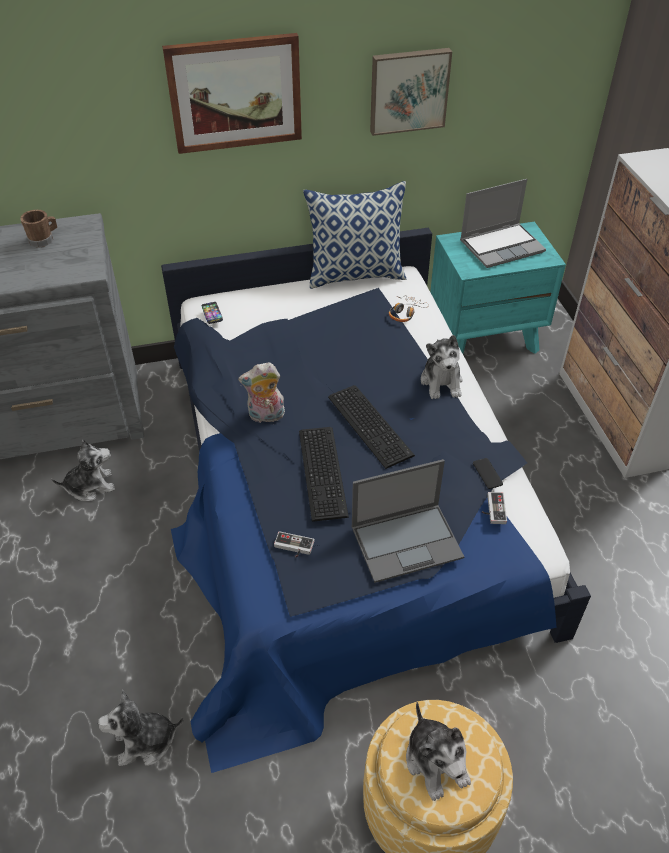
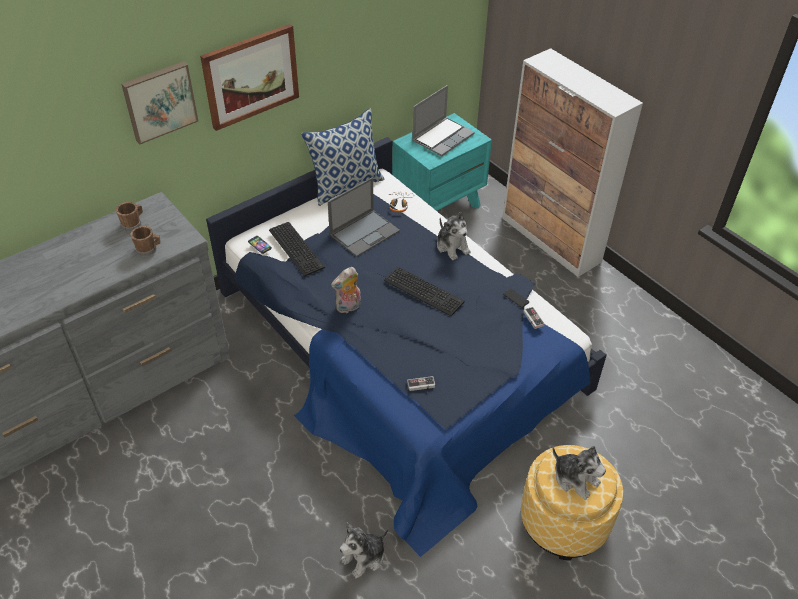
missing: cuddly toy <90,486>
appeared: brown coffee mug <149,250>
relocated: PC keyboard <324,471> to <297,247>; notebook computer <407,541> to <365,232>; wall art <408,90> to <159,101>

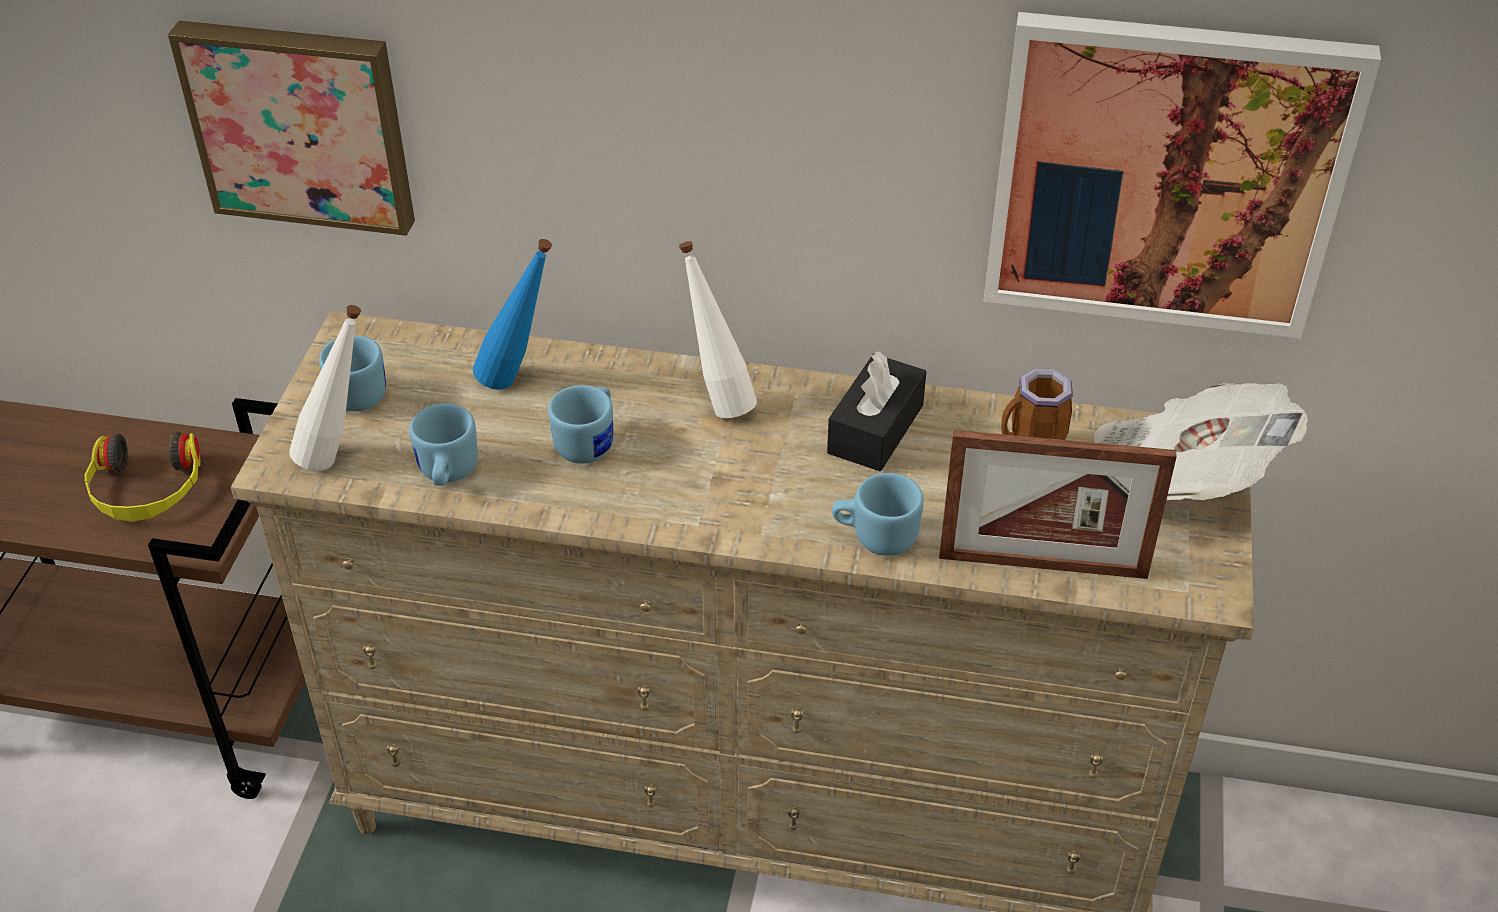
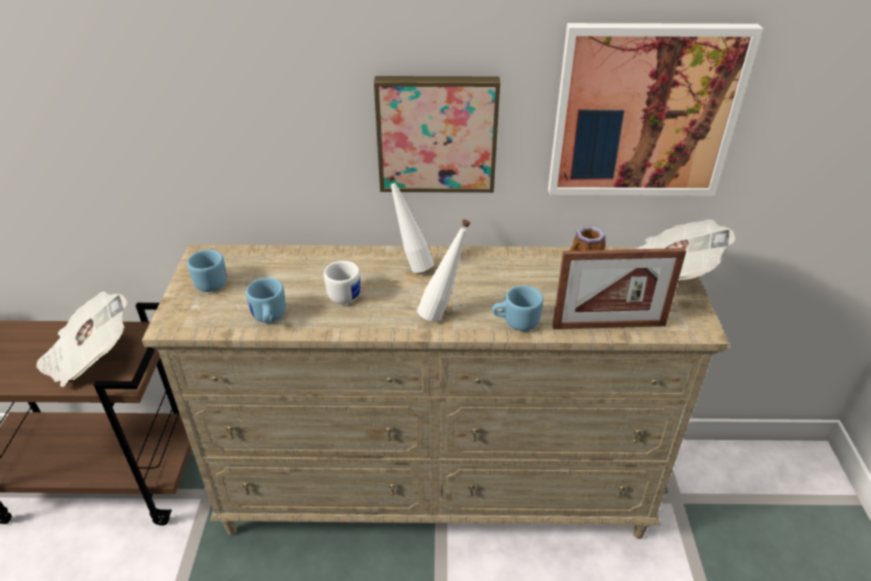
missing: blue-coloured drink bottle <519,380>; blackish box of tissues <875,429>
relocated: wall art <301,123> to <437,133>; whitish drink bottle <340,456> to <443,313>
exchanged: headphones <146,489> to daily paper <89,357>
colour: blue-coloured coffee mug <590,442> to whitish coffee mug <346,293>

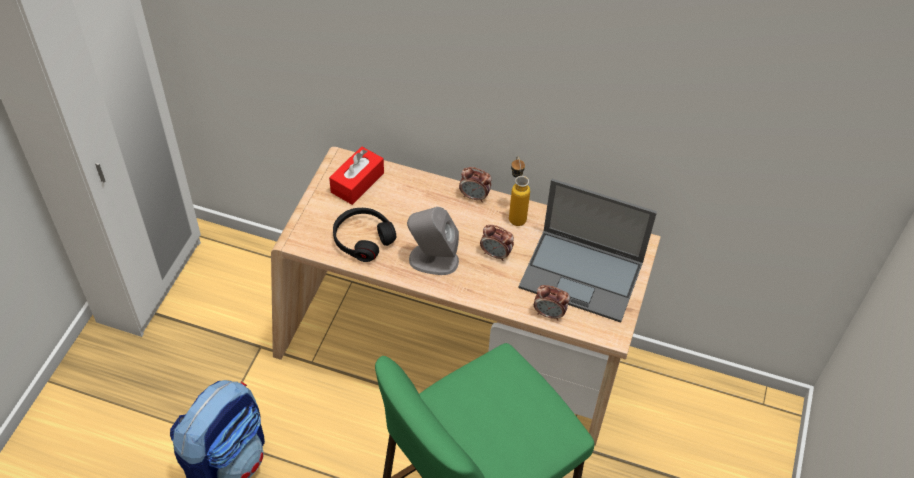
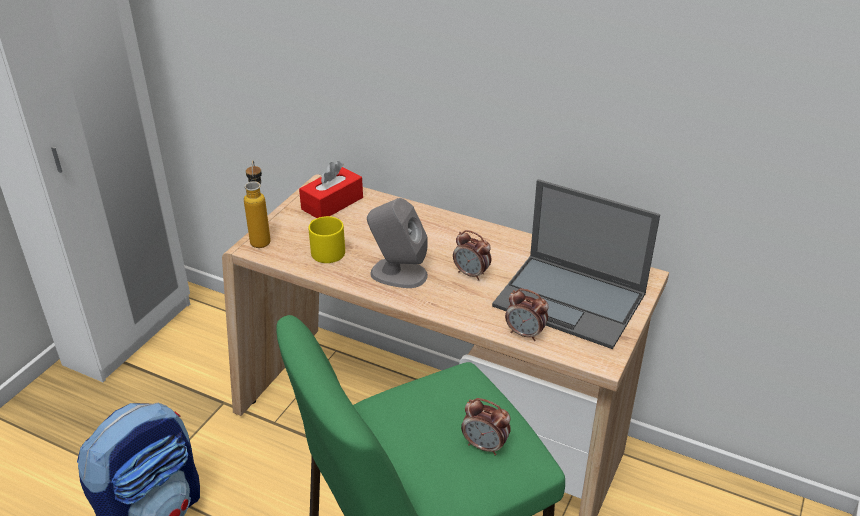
relocated: table clock <474,196> to <485,446>; drink bottle <515,214> to <261,238>
exchanged: blackish headphones <363,239> to yellowish coffee mug <324,250>

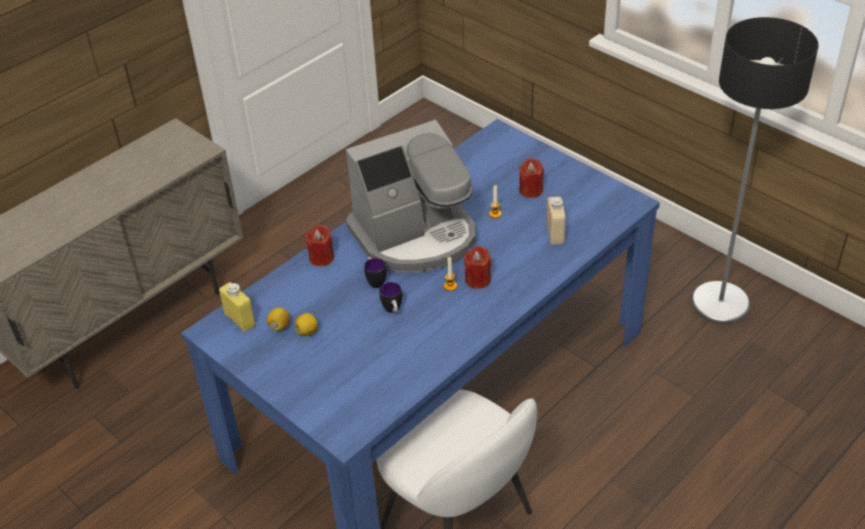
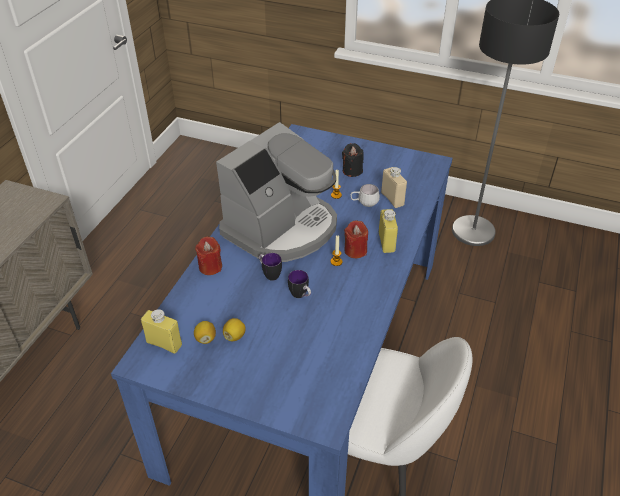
appeared: whitish coffee mug <364,203>; yellowish drink bottle <386,242>
colour: red-coloured wax light <530,190> to blackish wax light <352,171>

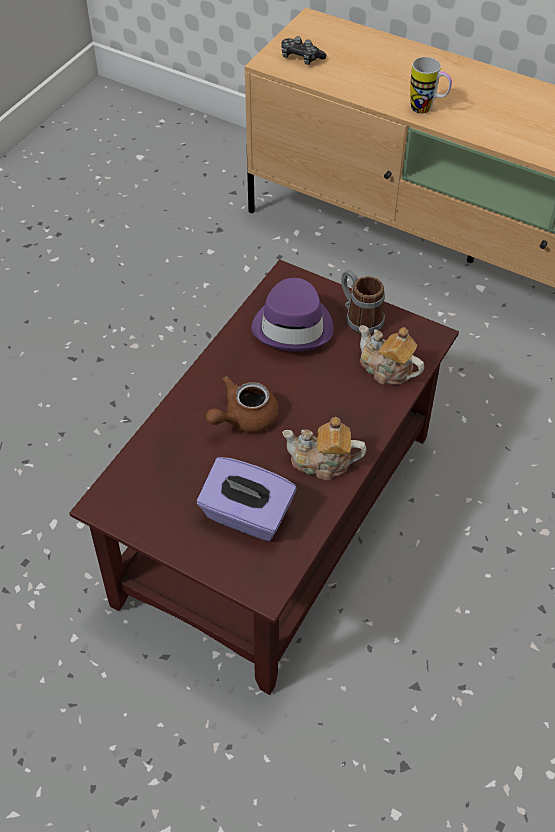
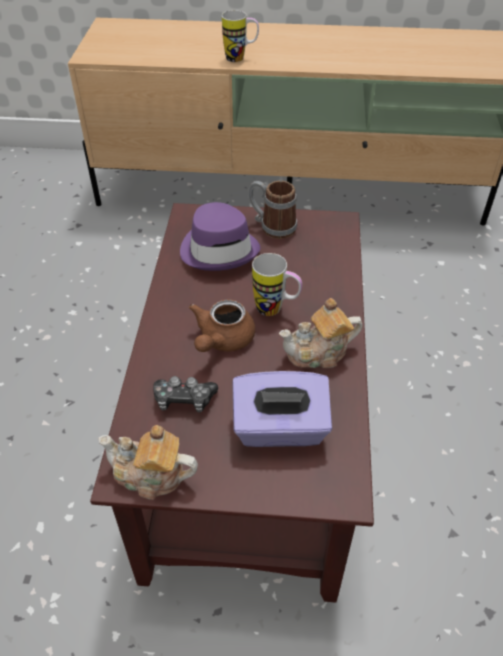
appeared: coffee mug <276,310>
relocated: joypad <301,58> to <184,400>; tea pot <386,369> to <150,475>

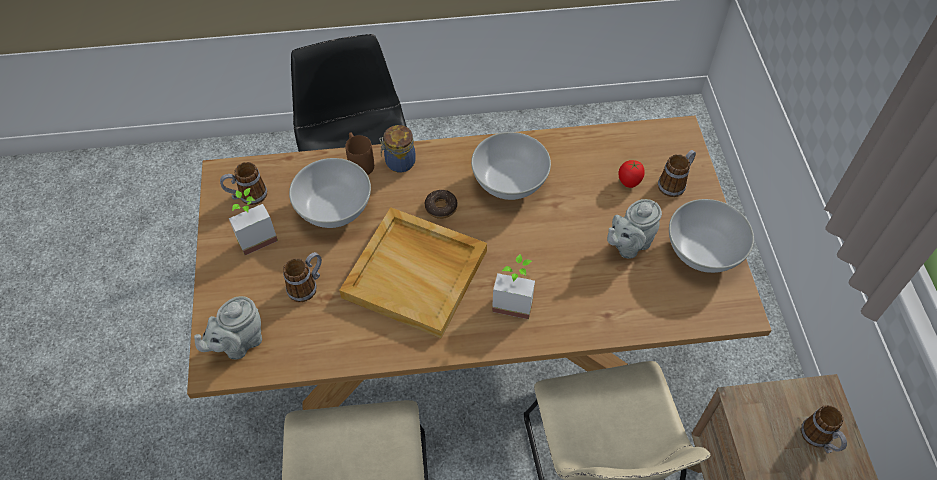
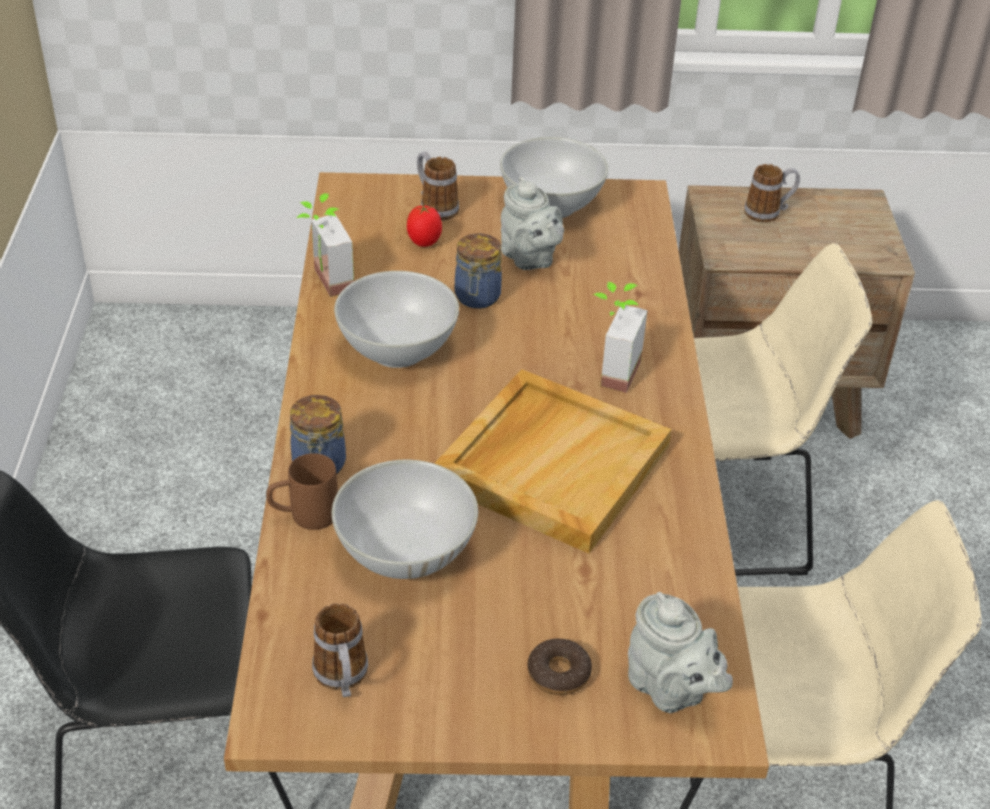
missing: coffee mug <307,286>
appeared: preserve jar <477,298>
relocated: plant in a pot <255,236> to <323,282>; ring doughnut <441,207> to <558,673>

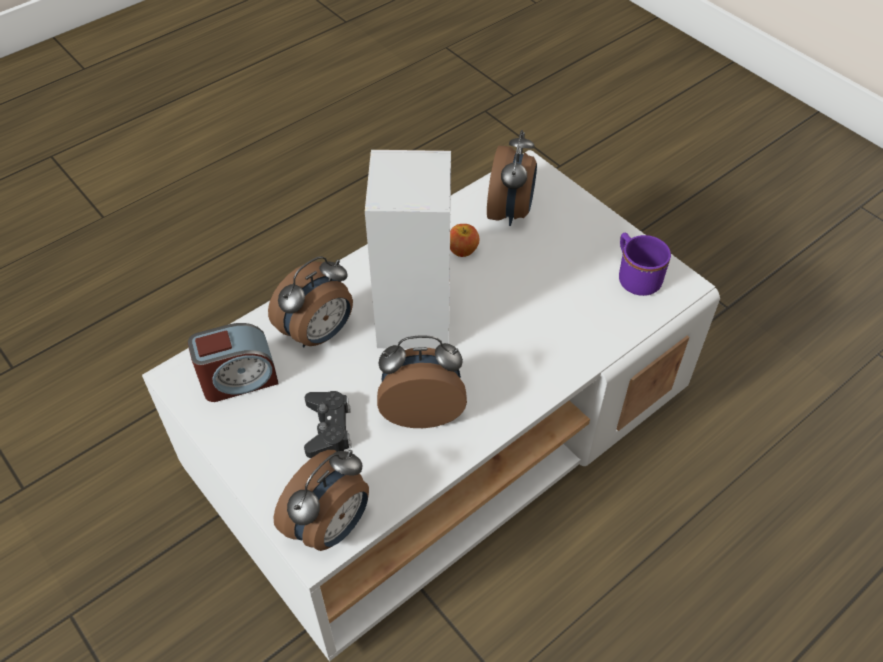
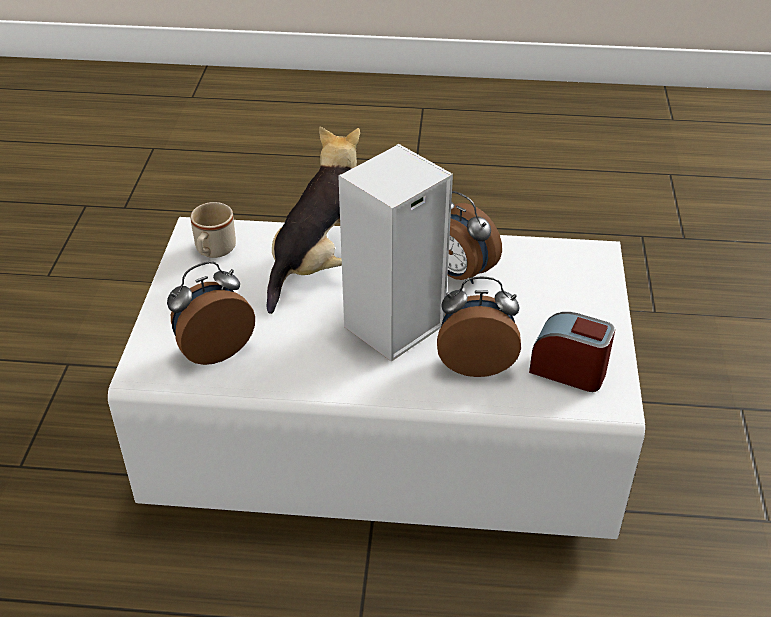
missing: table clock <331,526>; blackish joypad <328,428>; apple fruit <463,250>
appeared: cuddly toy <319,262>
colour: purple-coloured coffee mug <635,277> to beige coffee mug <213,251>

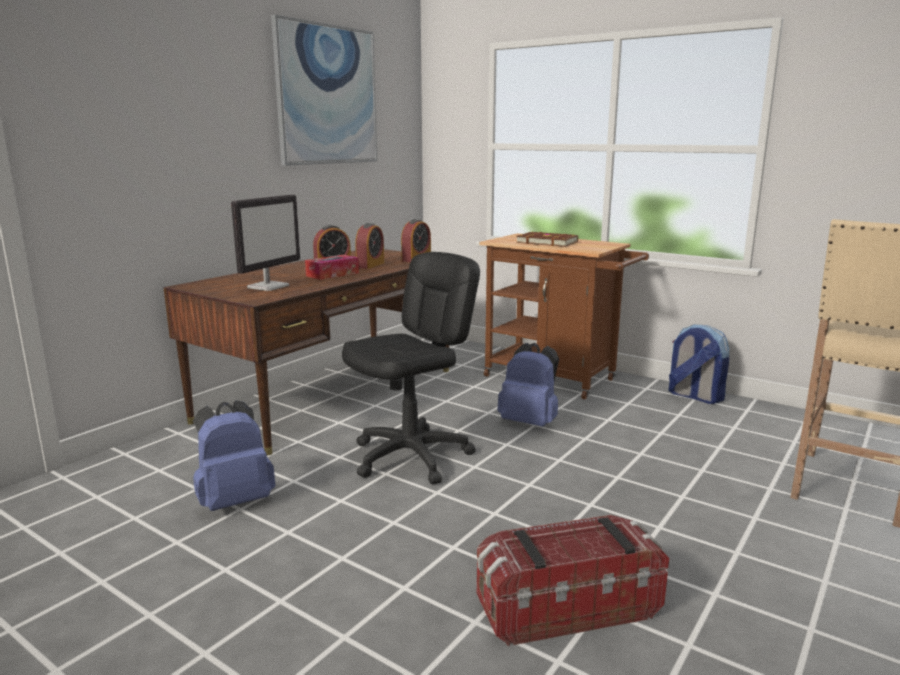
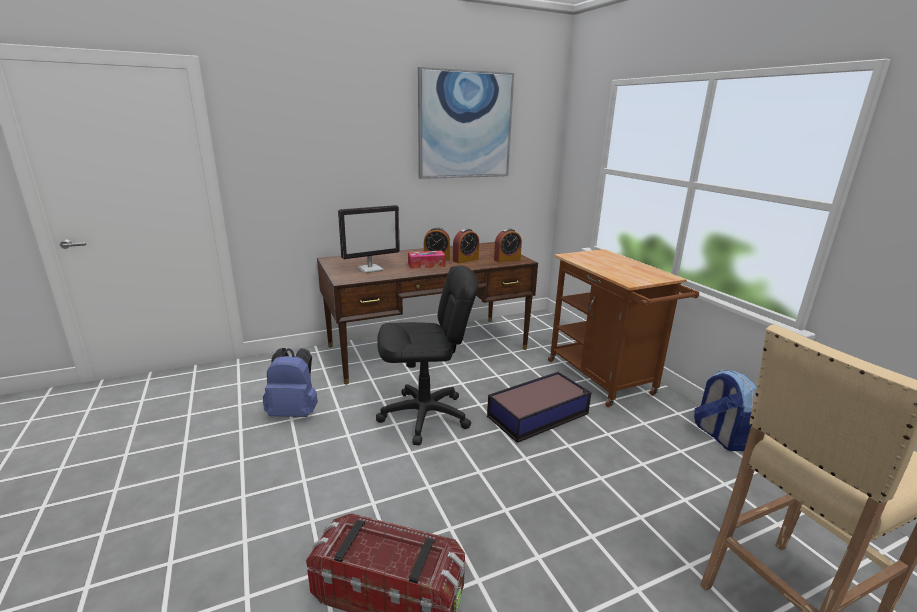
missing: brown volume <547,242>
exchanged: blue-coloured knapsack <530,422> to storage bin <539,415>

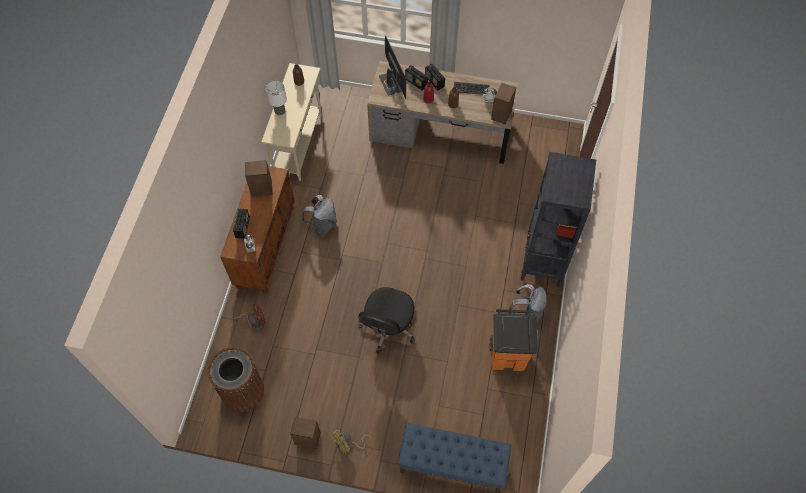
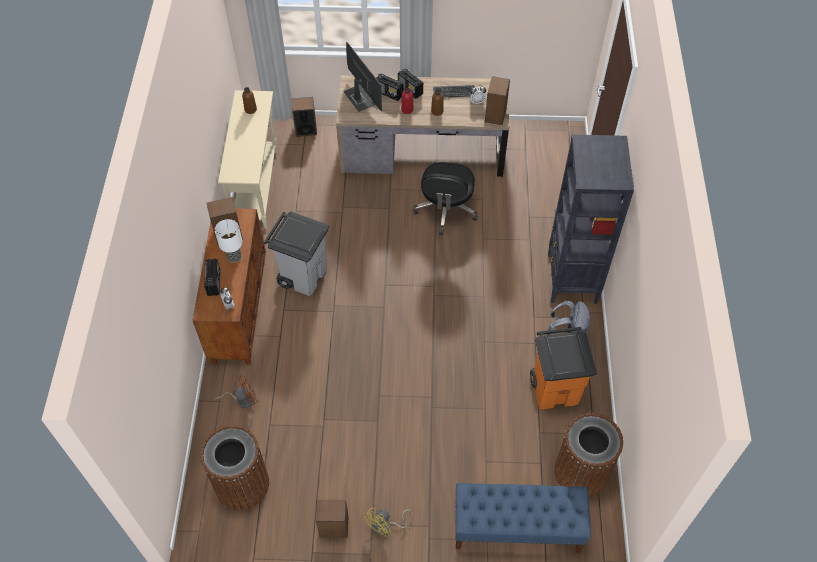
appeared: audio speaker <306,129>; brown rubbish bin <580,472>
relocated: lamp for a table <280,111> to <234,256>; blackish desk chair <388,327> to <446,209>
exchanged: gray knapsack <322,225> to gray rubbish bin <303,275>

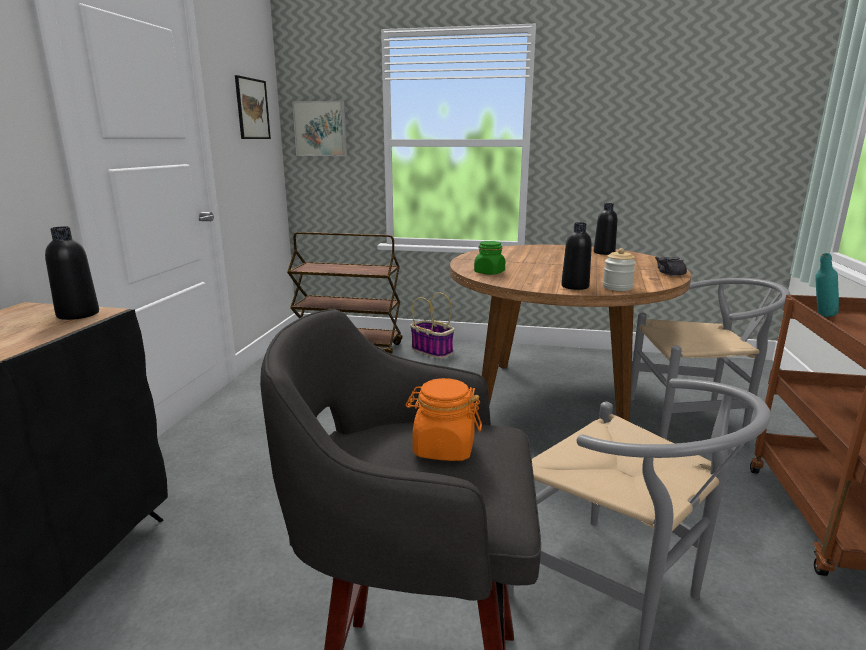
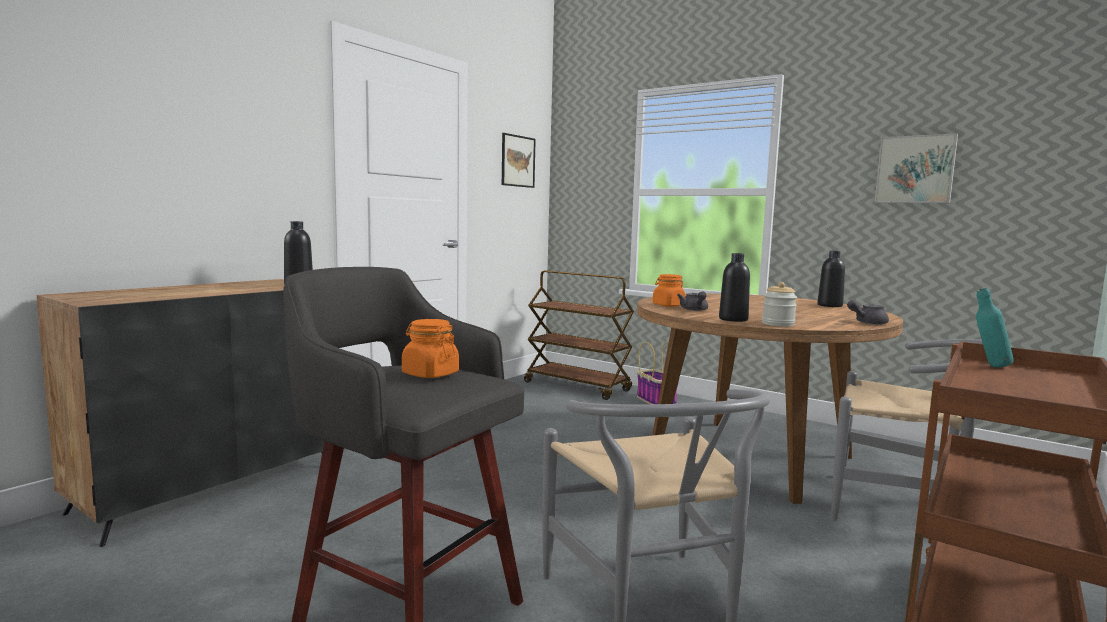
appeared: gray tea pot <694,310>
relocated: wall art <321,129> to <915,169>
colour: greenish preserve jar <489,272> to orange preserve jar <668,305>

